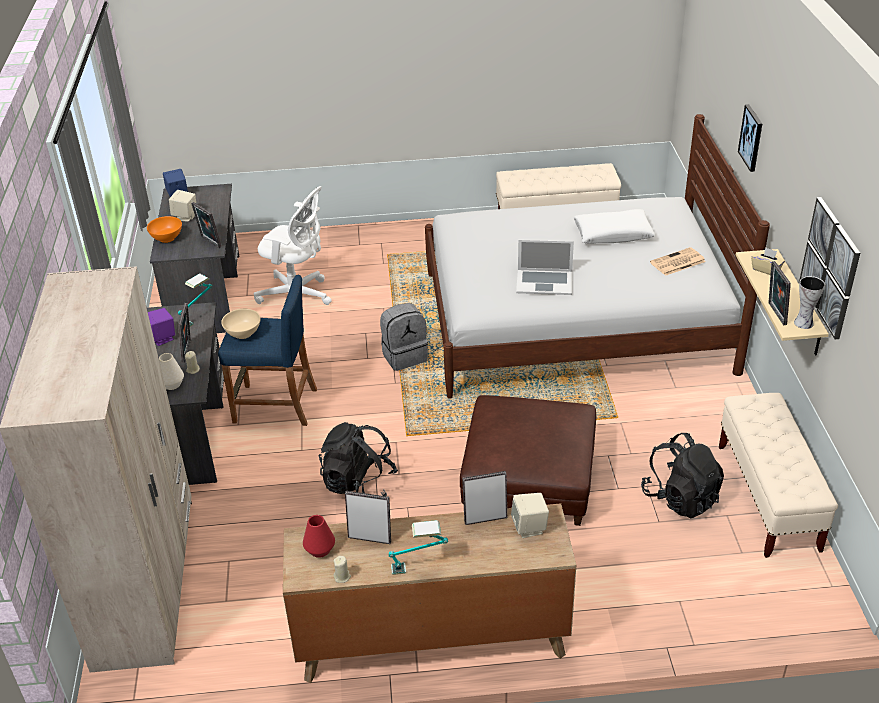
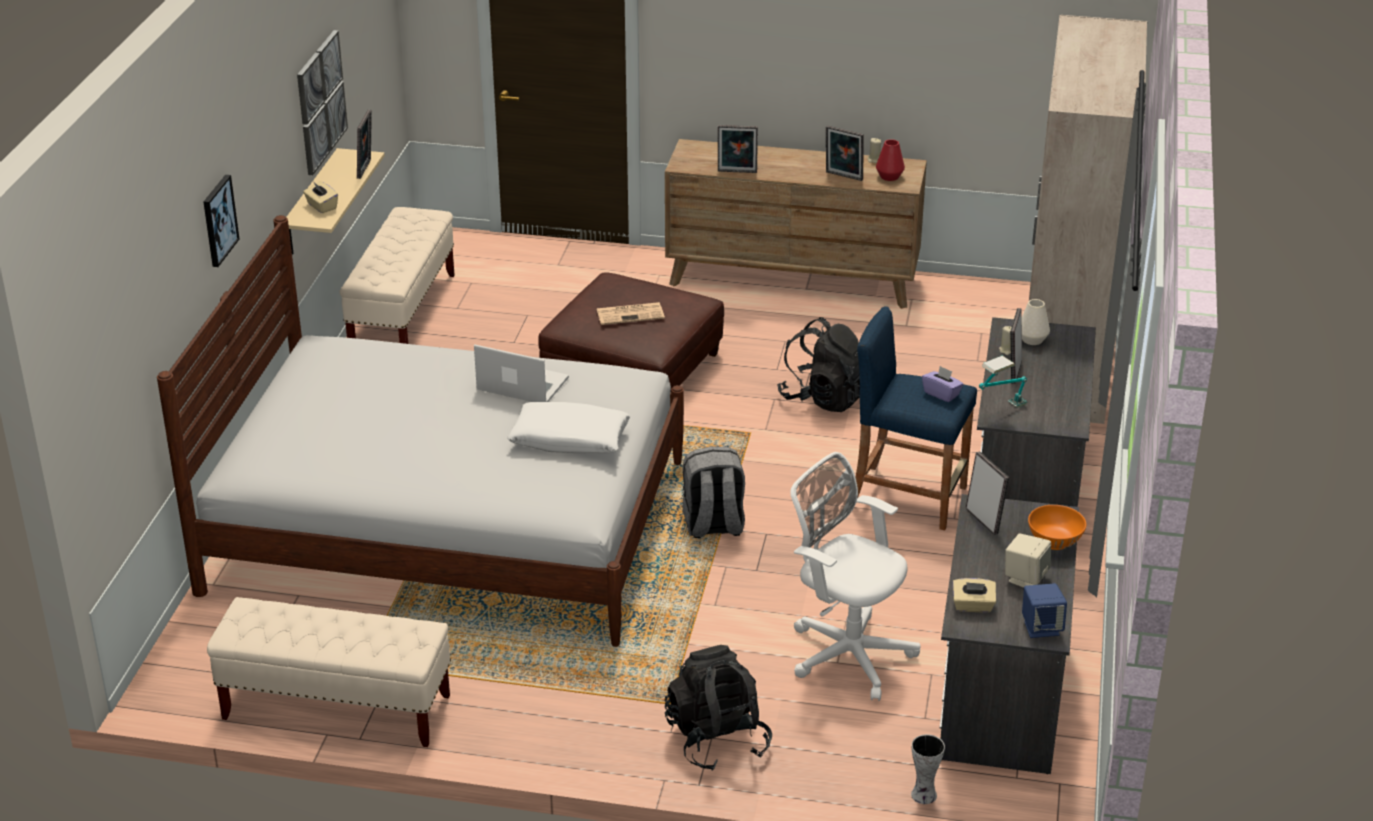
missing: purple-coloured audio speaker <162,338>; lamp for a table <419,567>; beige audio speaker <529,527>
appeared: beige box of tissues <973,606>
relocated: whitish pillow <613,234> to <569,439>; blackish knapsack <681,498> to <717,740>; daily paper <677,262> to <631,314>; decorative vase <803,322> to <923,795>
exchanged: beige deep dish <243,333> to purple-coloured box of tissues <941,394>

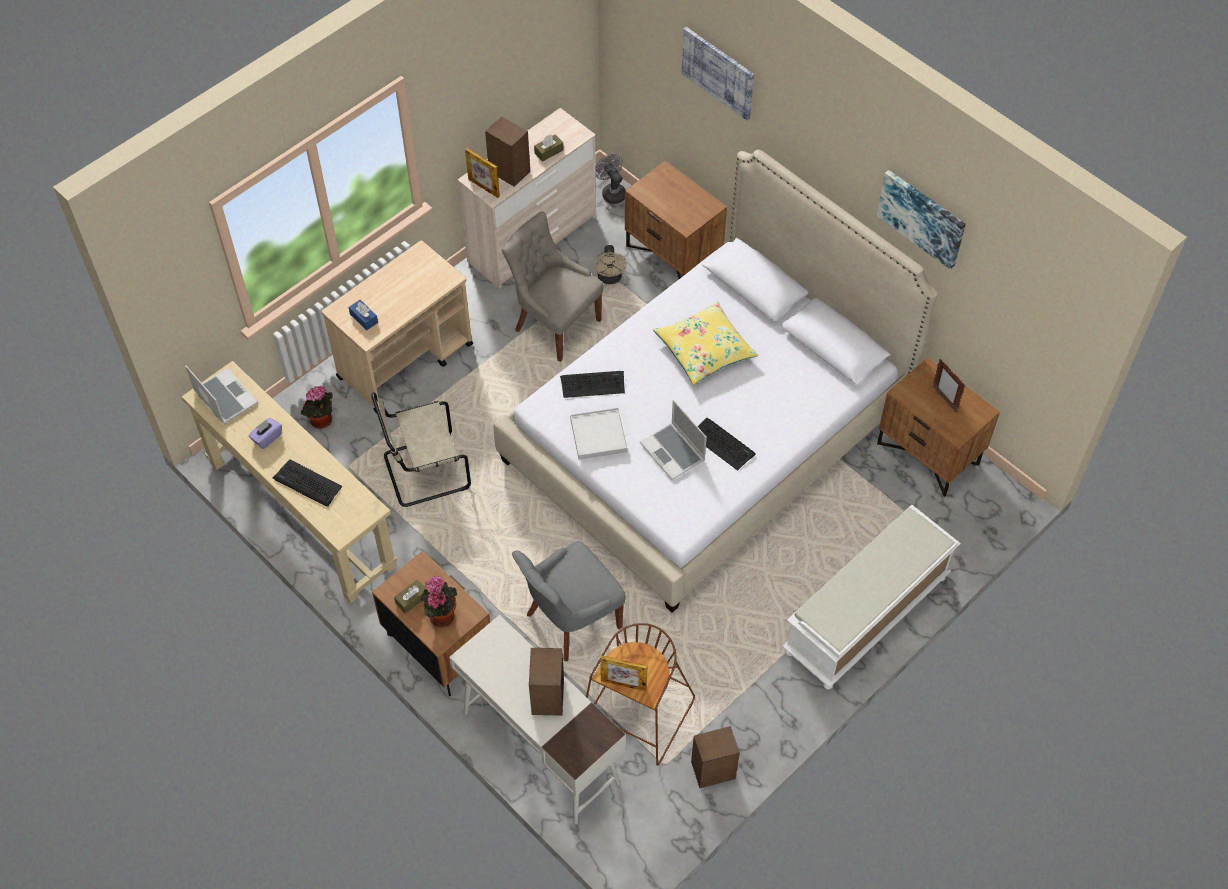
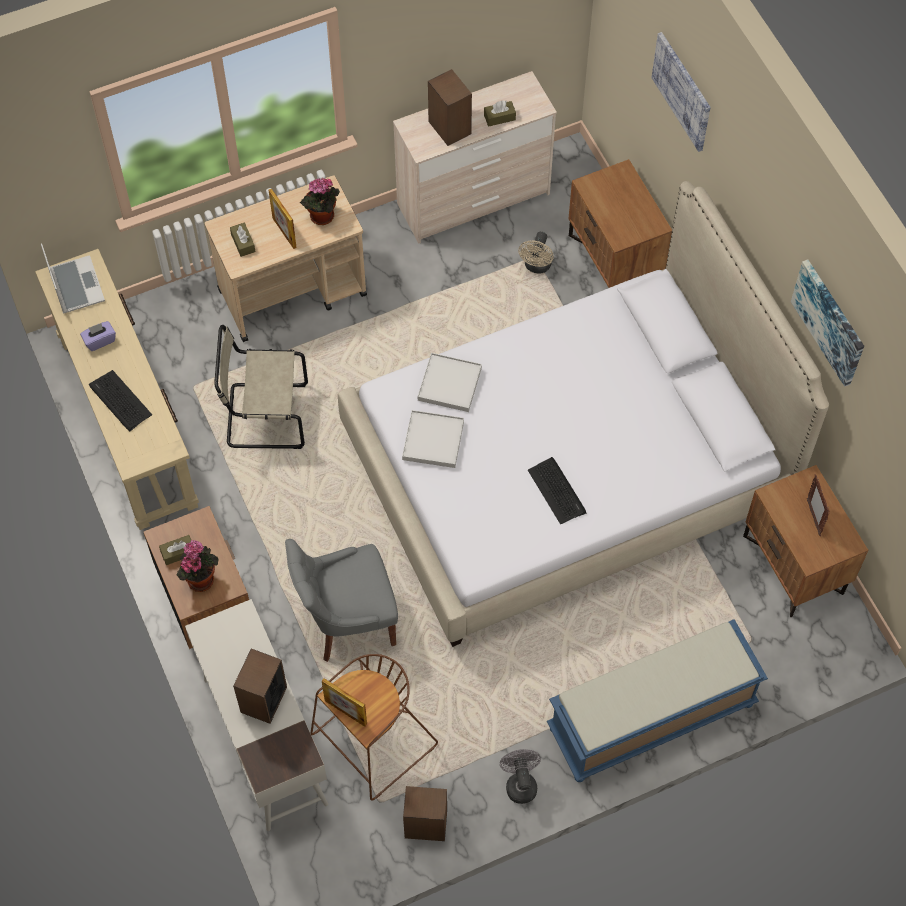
missing: gray chair <555,325>; notebook computer <673,452>; yellowish pillow <705,349>
relocated: plant in a pot <321,422> to <321,218>; picture frame <483,187> to <284,232>; gray electric fan <611,192> to <520,783>
exchanged: PC keyboard <593,384> to whitish carrying tray <450,384>
colour: blue-coloured box of tissues <364,318> to brown box of tissues <243,243>; whitish long seat <866,616> to blue-coloured long seat <651,718>

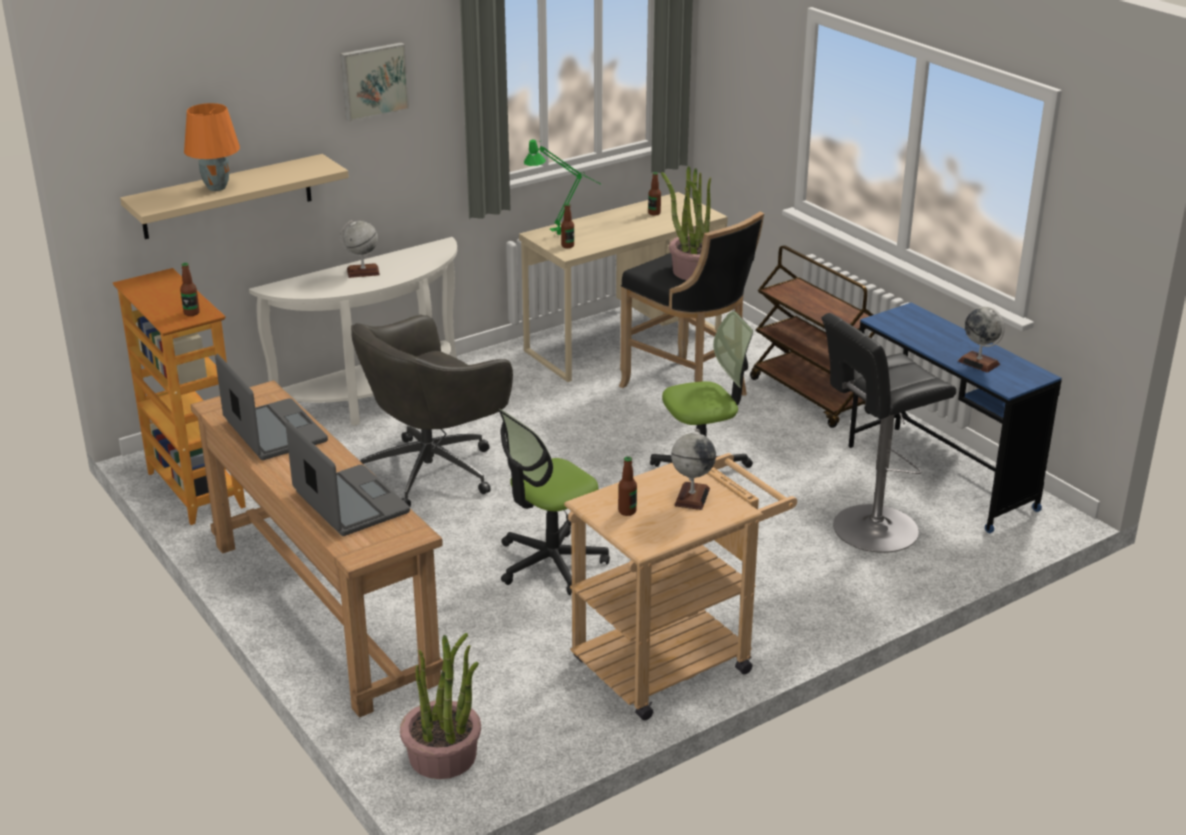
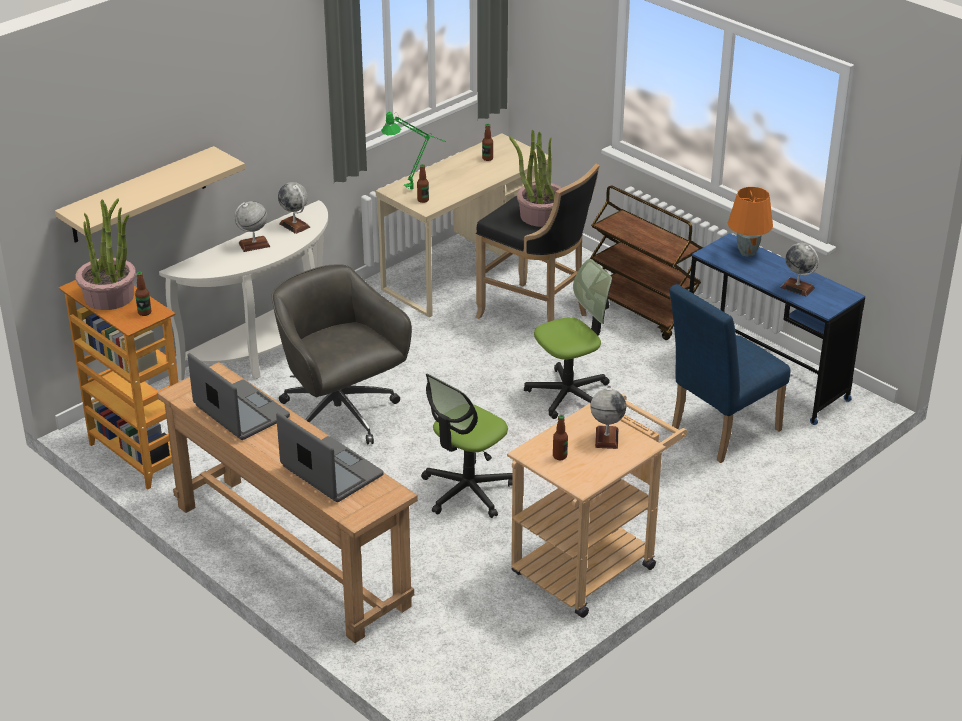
missing: wall art <373,80>
appeared: world globe <294,225>
relocated: orange lamp for a table <217,187> to <747,252>; plant in a pot <443,756> to <109,296>
exchanged: blackish sitting stool <870,530> to blue-coloured chair <719,432>
spun: gray desk chair <433,471> = <340,416> 105 degrees clockwise

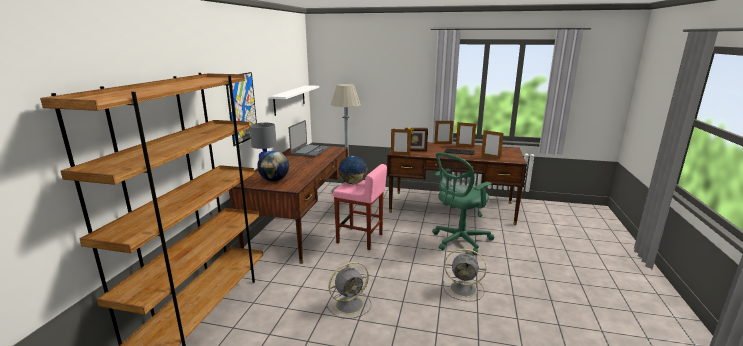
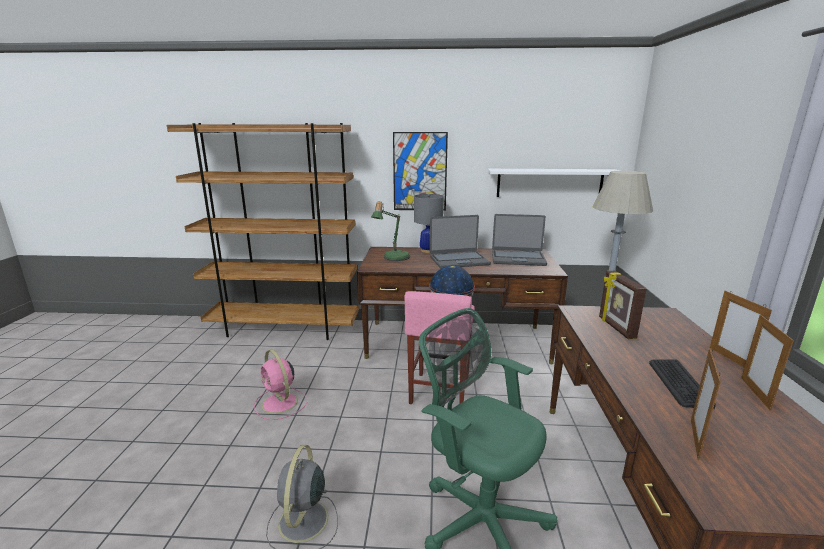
missing: picture frame <400,154>
appeared: notebook computer <459,260>
exchanged: world globe <274,180> to lamp for a table <393,258>
colour: gray electric fan <350,304> to pinkish electric fan <280,404>

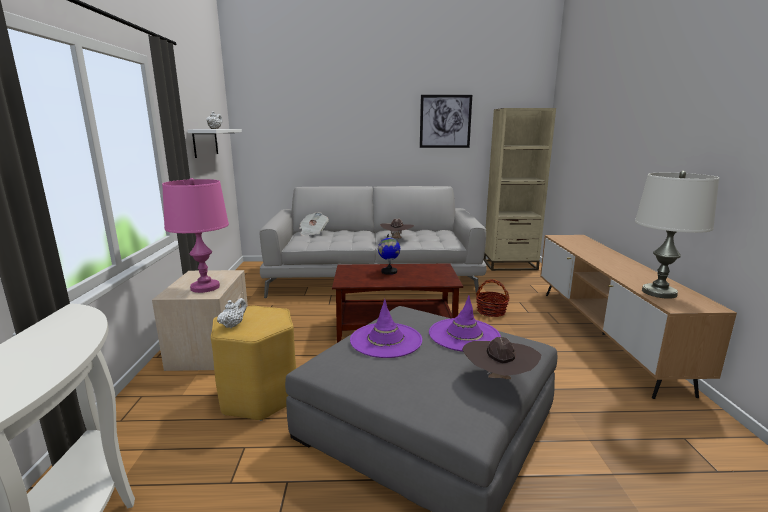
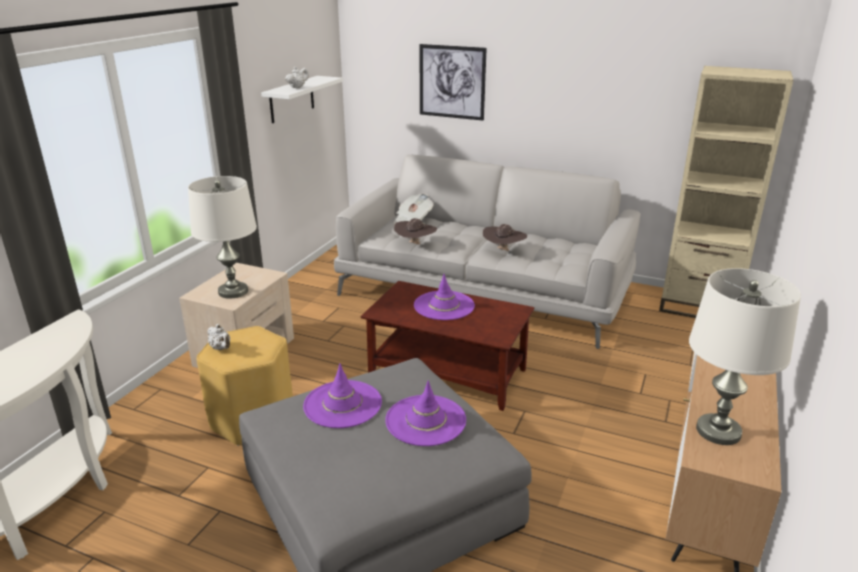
missing: basket <491,311>
relocated: wall art <445,121> to <452,82>; brown hat <498,380> to <415,245>
exchanged: world globe <389,272> to purple-coloured hat <444,306>
colour: pinkish lamp for a table <205,287> to whitish lamp for a table <233,291>
spun: whitish tea pot <233,325> = <221,348> 90 degrees clockwise

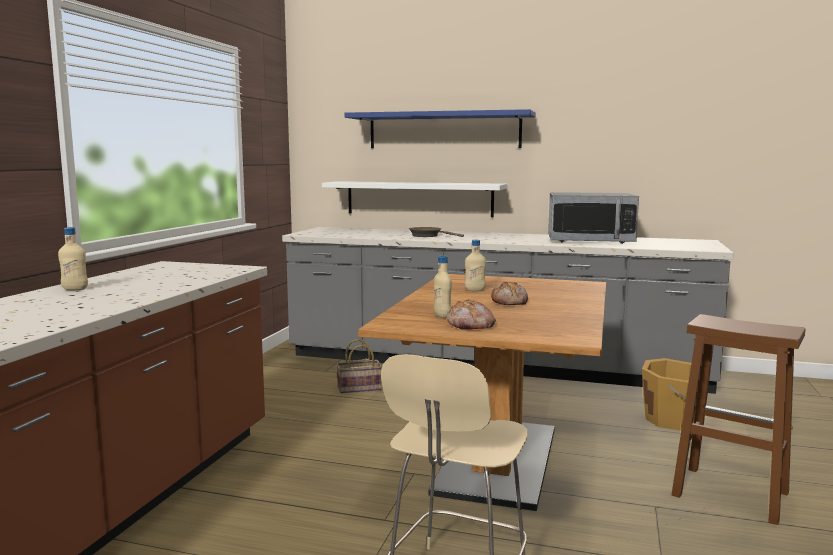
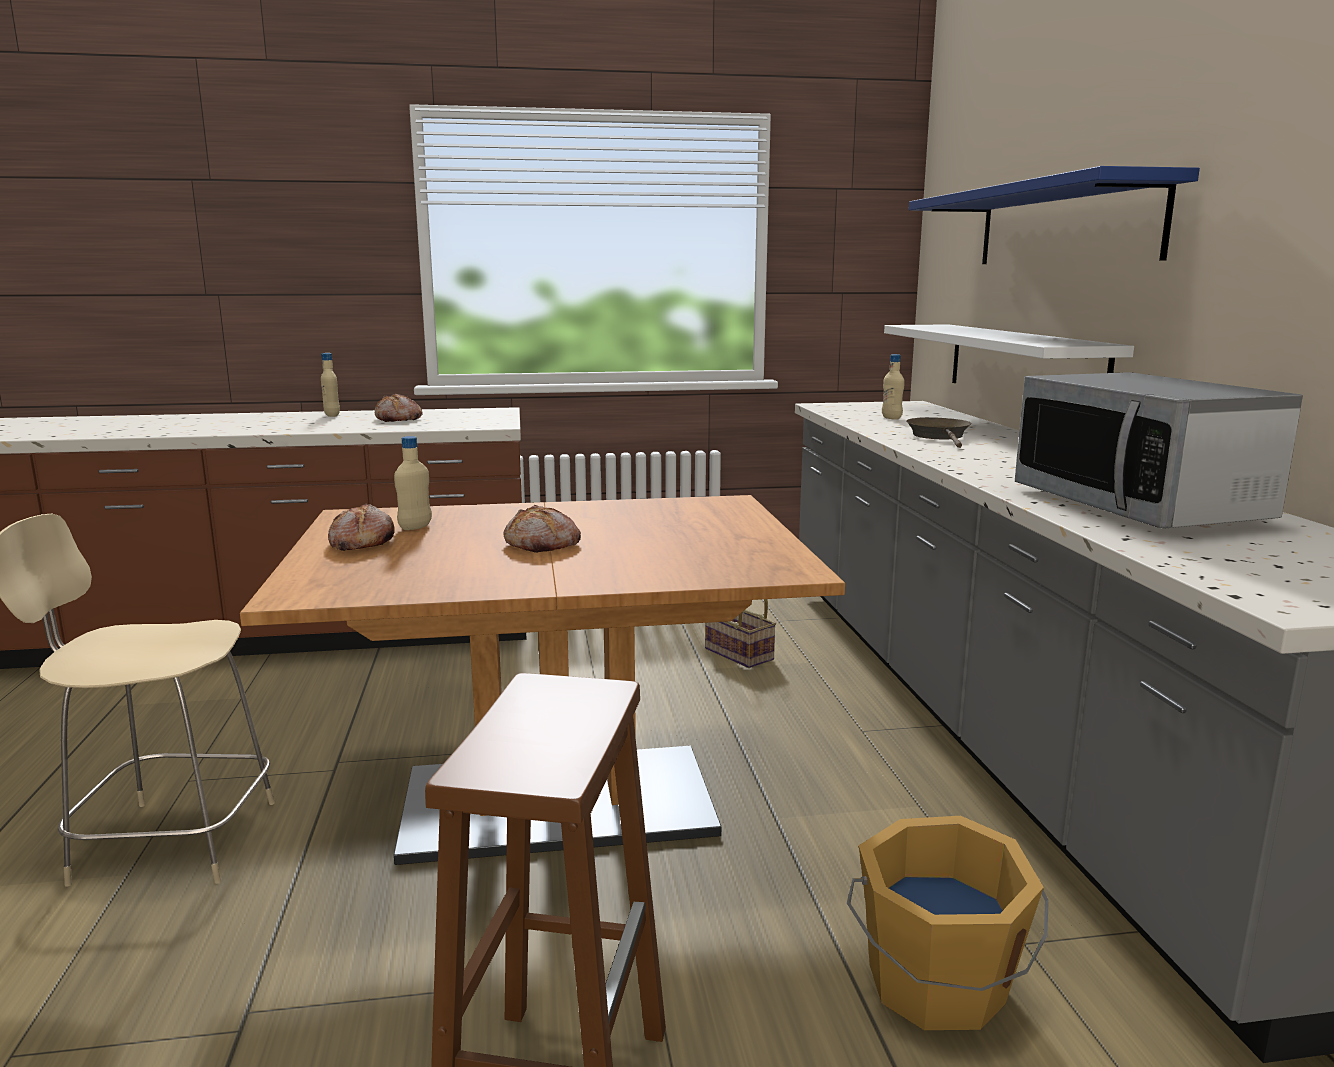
appeared: baked bread <398,419>
relocated: beige drink bottle <475,290> to <891,418>

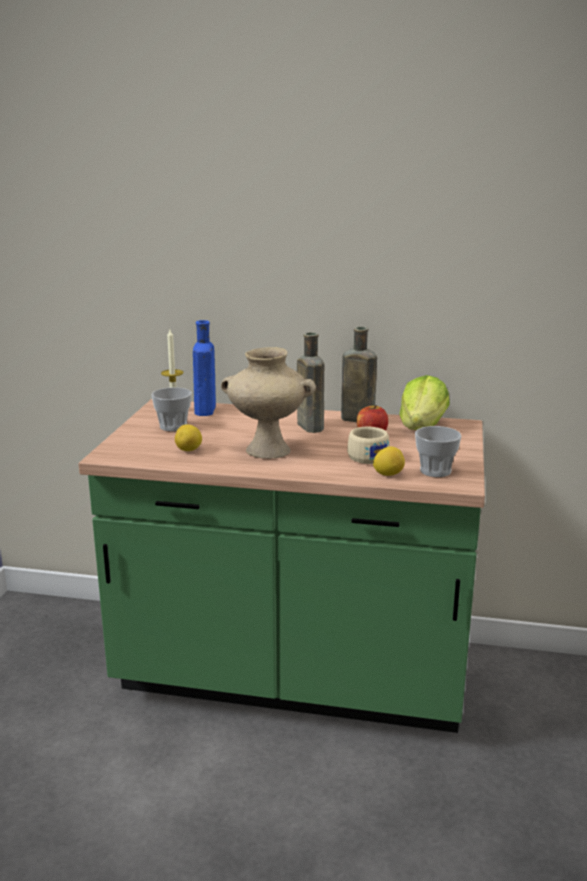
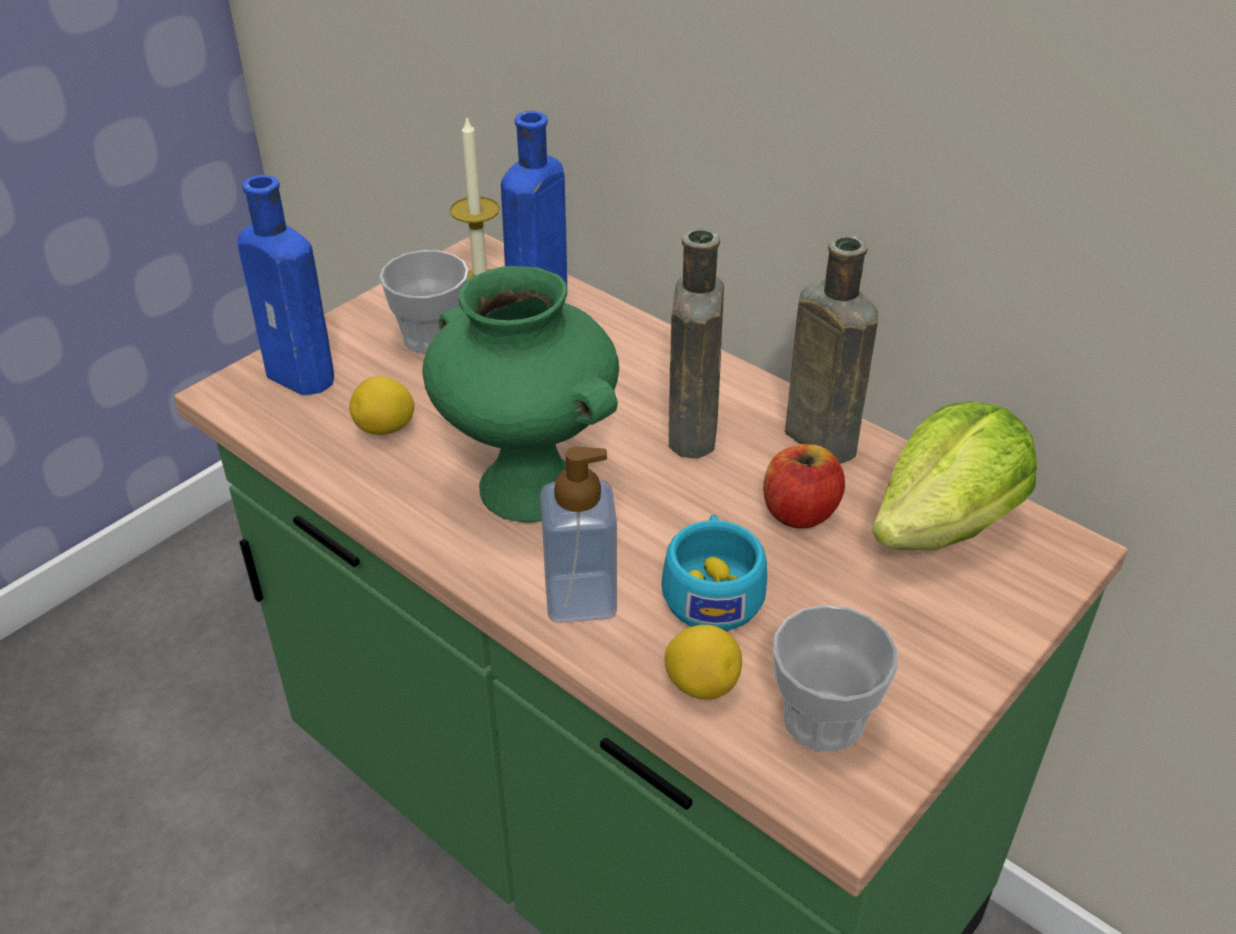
appeared: blue-coloured drink bottle <304,377>; liquid soap bottle <580,598>
colour: beige decorative vase <267,451> to greenish decorative vase <526,488>; beige small cup <365,456> to turquoise-coloured small cup <712,589>

